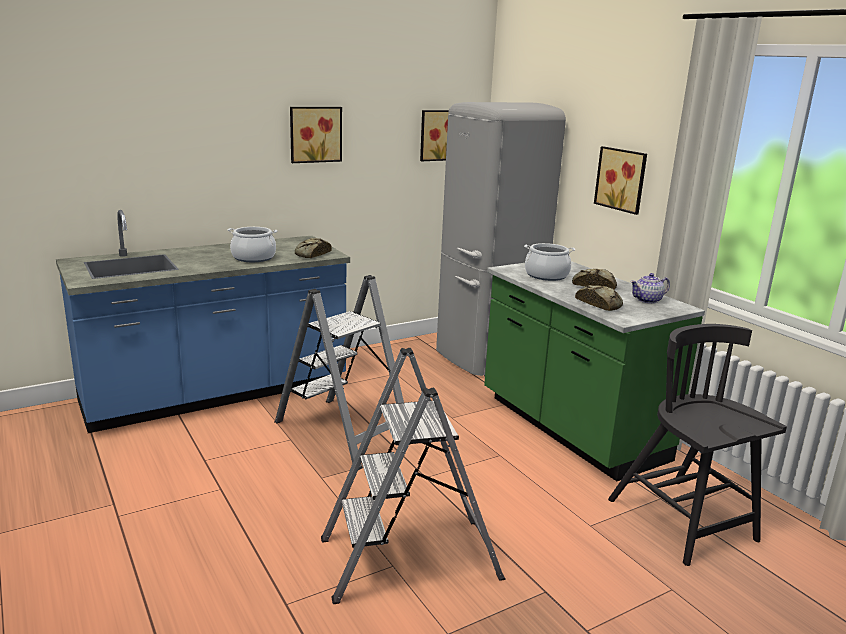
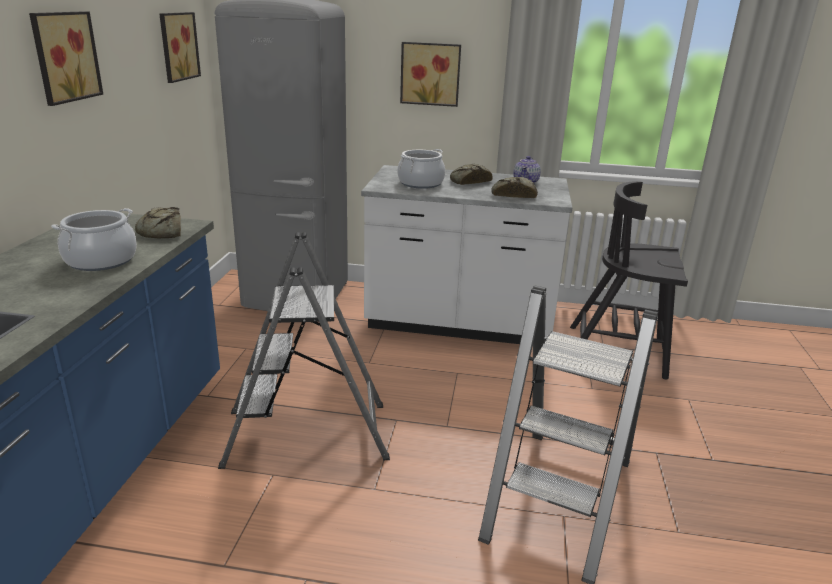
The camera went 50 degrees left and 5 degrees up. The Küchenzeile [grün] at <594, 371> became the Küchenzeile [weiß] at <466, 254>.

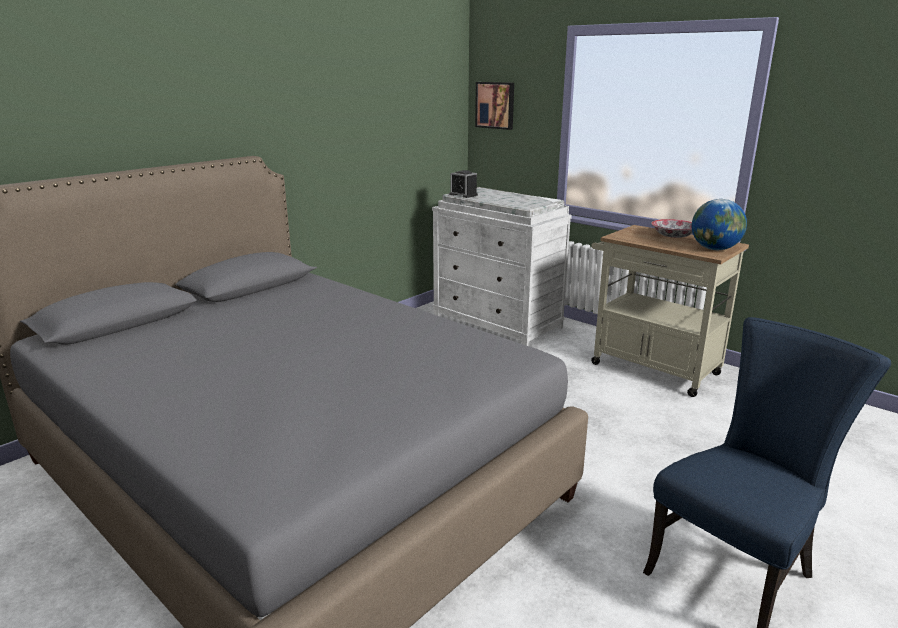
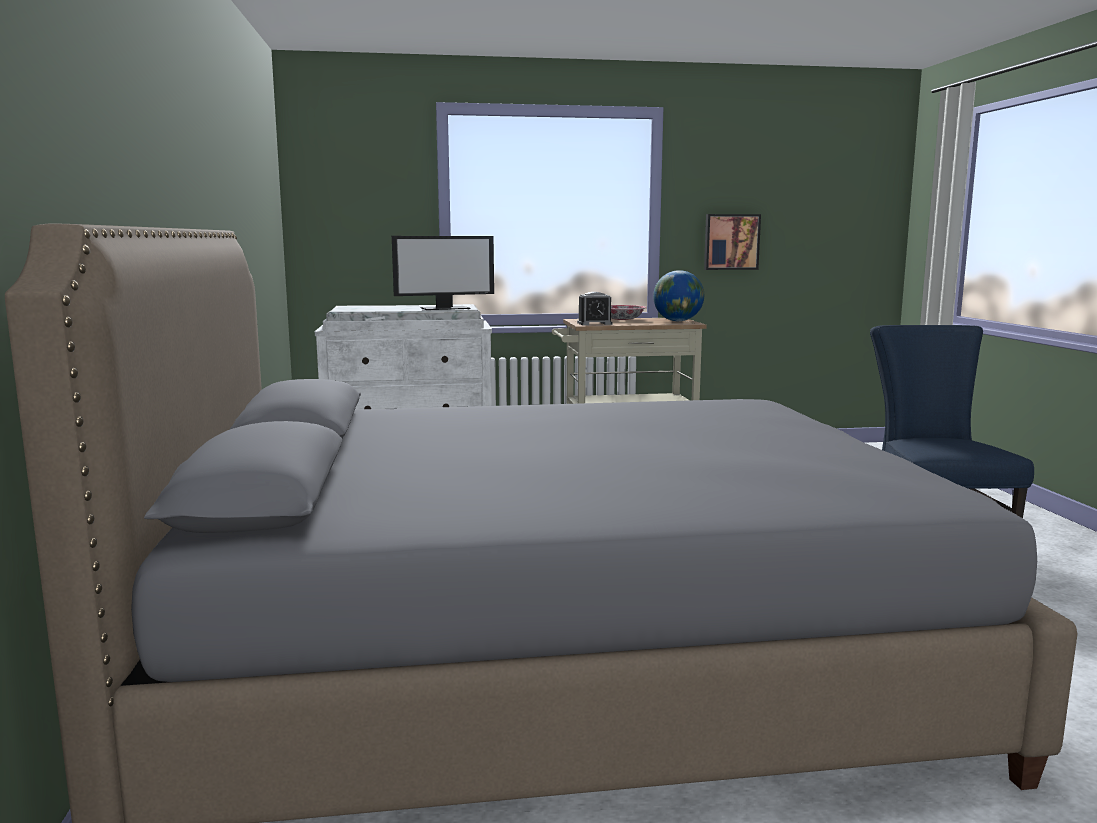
The camera went 50 degrees left and 10 degrees down. The Wecker moved from <463, 184> to <595, 308>. The Bild moved from <494, 106> to <732, 242>. The Monitor at <443, 273> appeared.

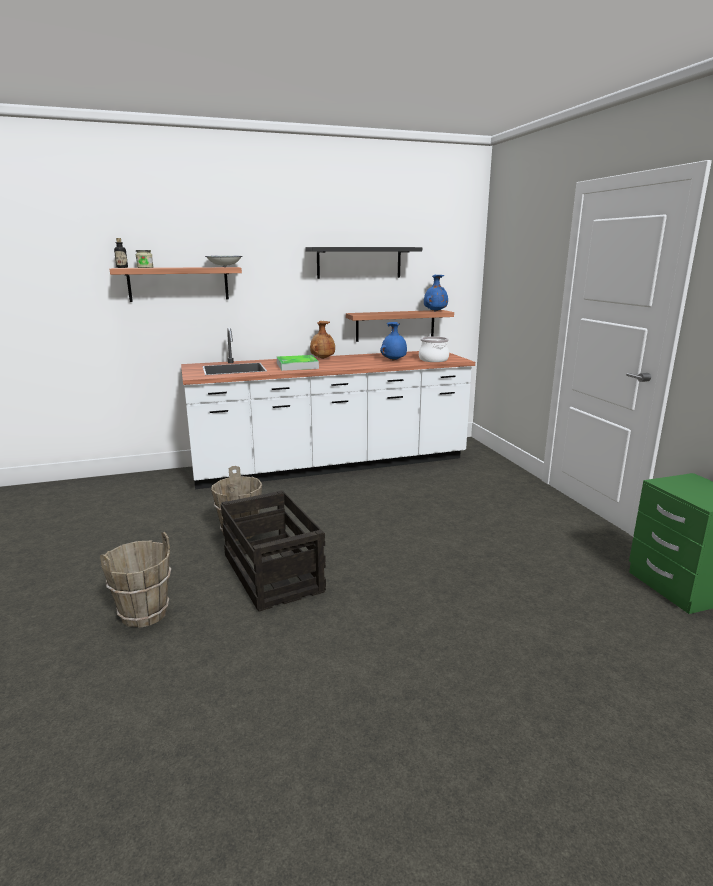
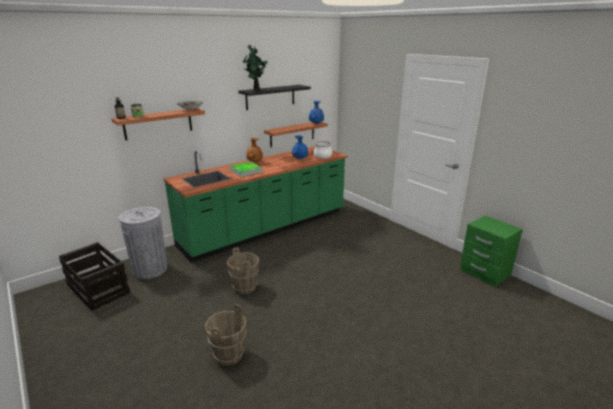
The camera went 20 degrees left and 5 degrees up. The Küchenzeile [weiß] at <328, 408> became the Küchenzeile [grün] at <255, 204>. The Kiste moved from <273, 551> to <94, 276>. The Mülleimer [grau] at <143, 243> appeared. The Topfpflanze at <255, 68> appeared.

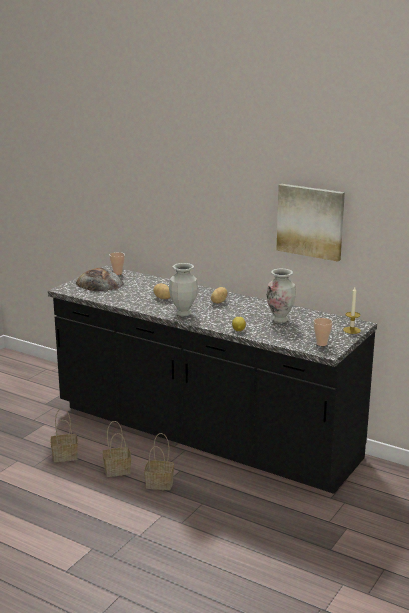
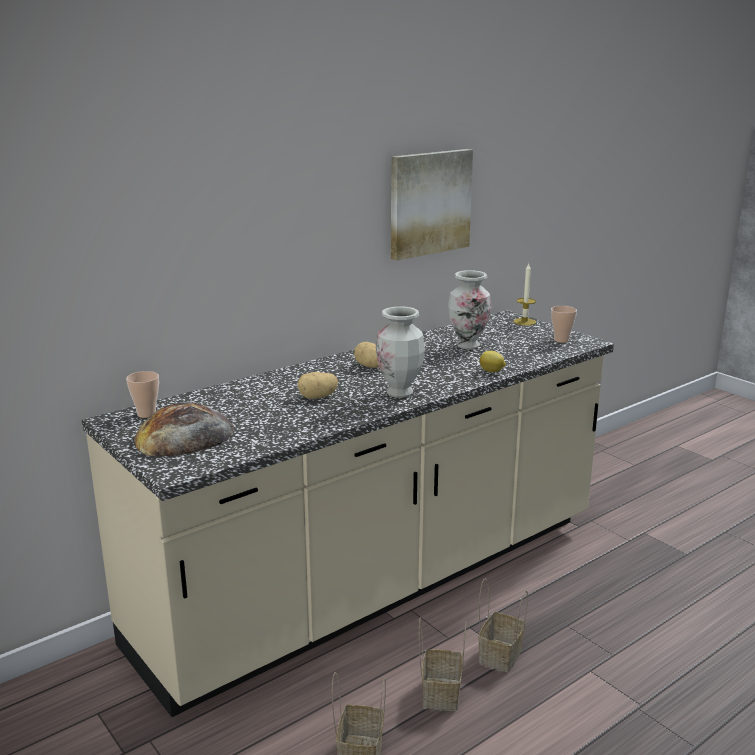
The camera went 70 degrees left and 0 degrees up. The Küchenzeile [schwarz] at <212, 379> became the Küchenzeile [beige] at <348, 513>.

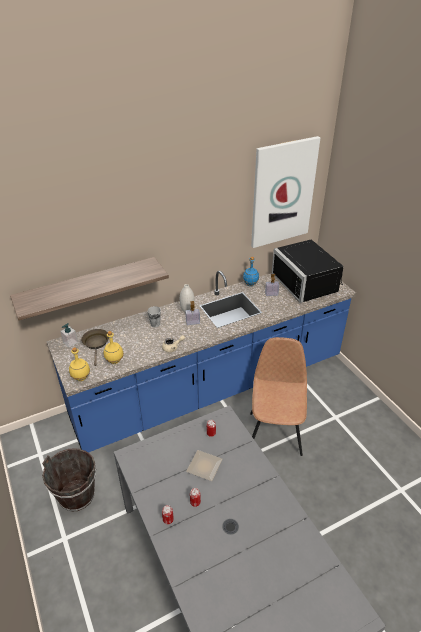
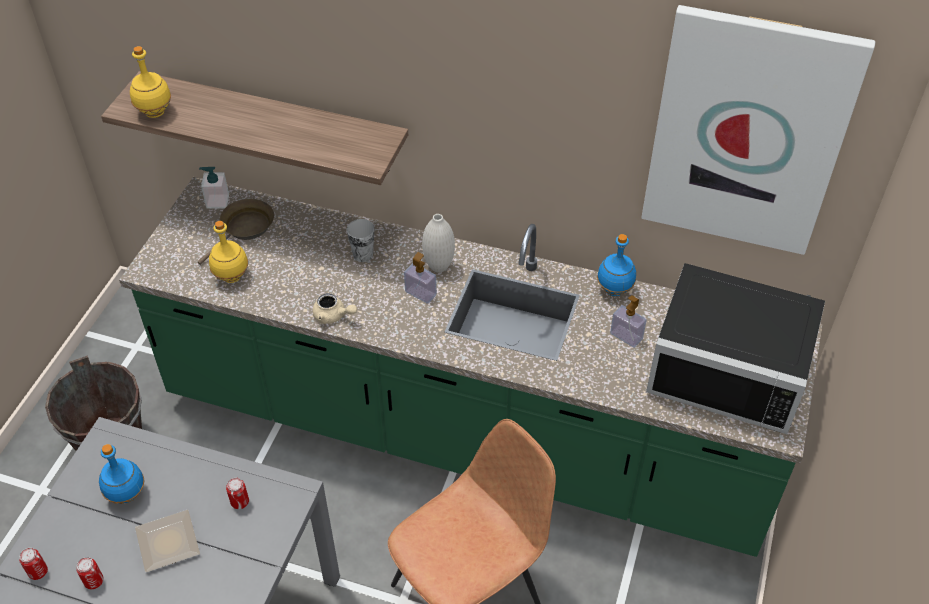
The camera went 45 degrees right and 10 degrees up. The Küchenzeile [blau] at <201, 362> became the Küchenzeile [grün] at <470, 367>. The Flasche [gelb] moved from <79, 364> to <150, 82>. The Mikrowelle [schwarz] at <307, 271> turned 90 degrees counterclockwise. The Flasche [blau] at <122, 474> appeared.

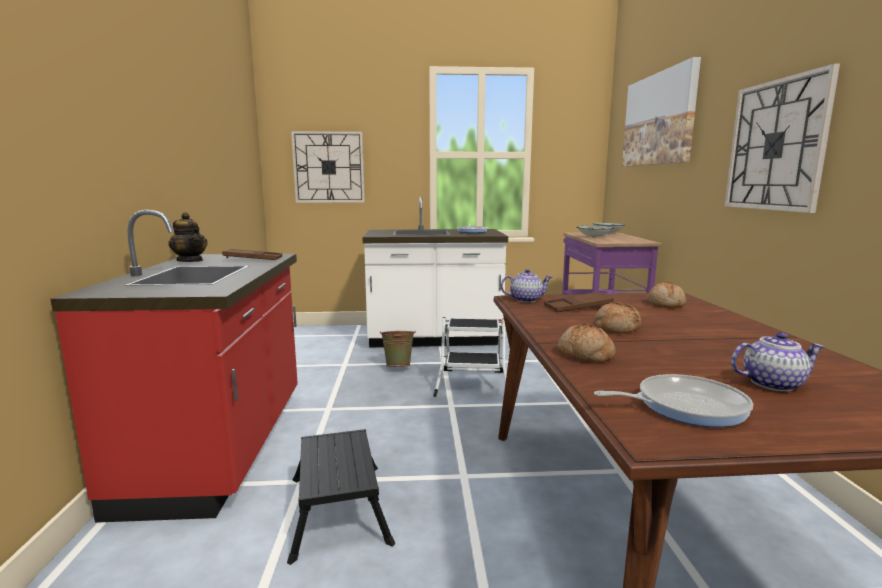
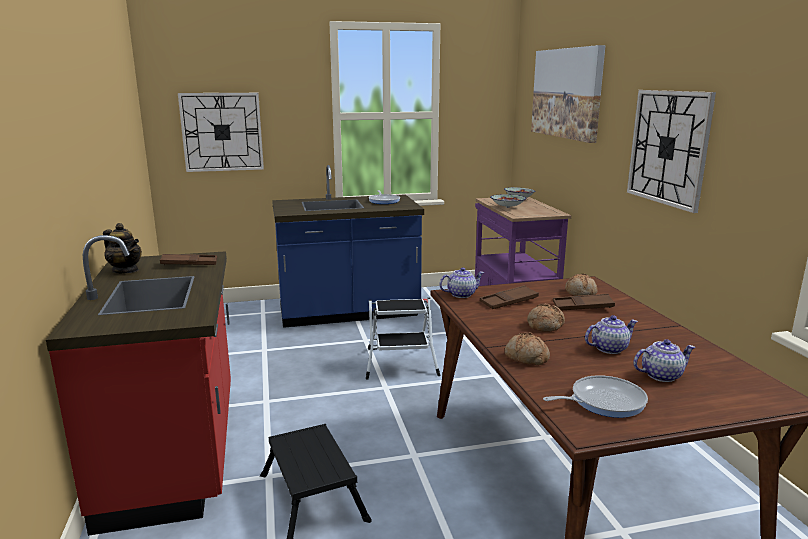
The camera went 10 degrees left and 5 degrees up. The Küchenzeile [weiß] at <435, 272> became the Küchenzeile [blau] at <348, 246>. The Eimer [grün] at <398, 349> disappeared. The Tablett [braun] at <584, 302> appeared. The Teekanne at <611, 334> appeared.

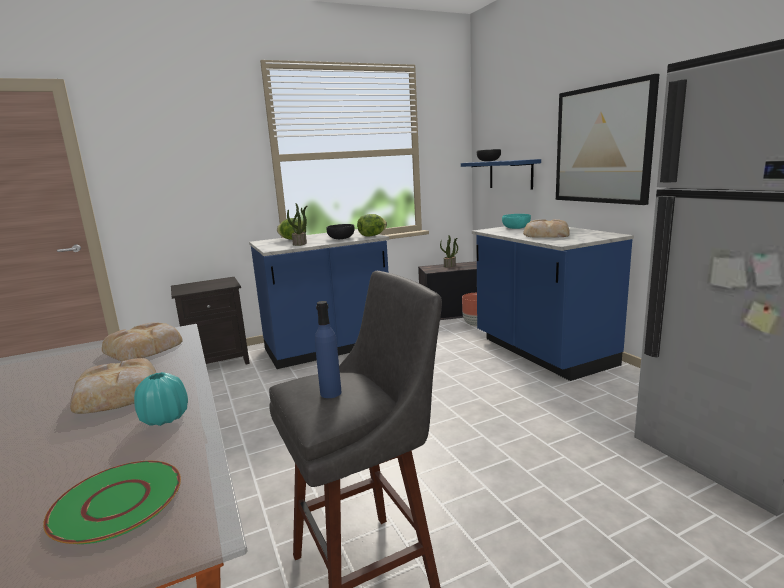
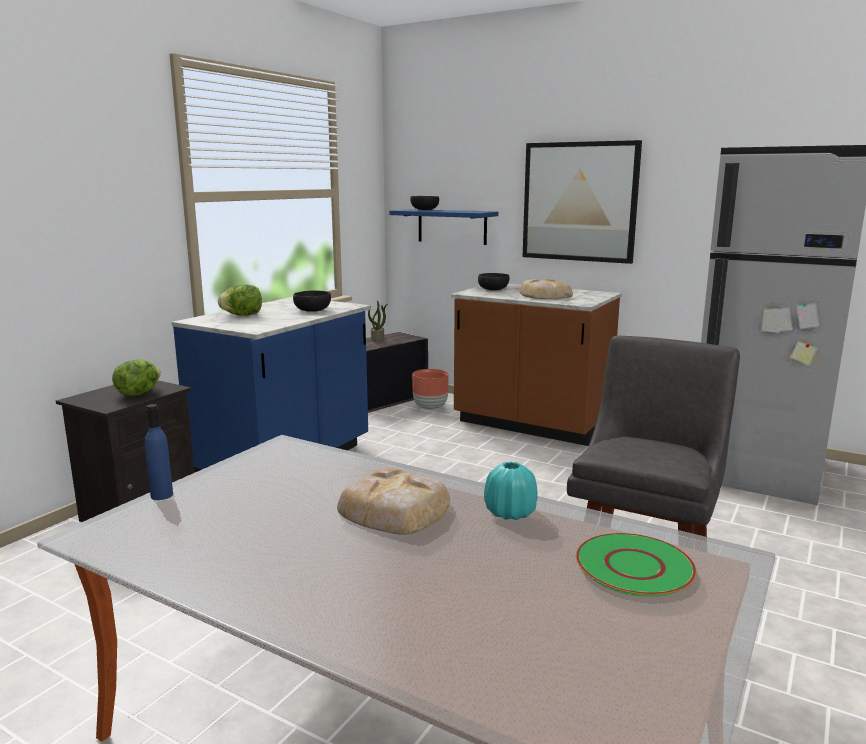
The camera went 35 degrees left and 0 degrees up. The Brot at <142, 341> disappeared. The Topfpflanze at <297, 224> disappeared. The Flasche [blau] moved from <328, 349> to <159, 452>. The Salatkopf moved from <372, 225> to <136, 377>. The Küchenzeile [blau] at <553, 303> became the Küchenzeile [braun] at <536, 365>. The Schüssel [türkis] at <516, 221> became the Schüssel [schwarz] at <493, 281>.

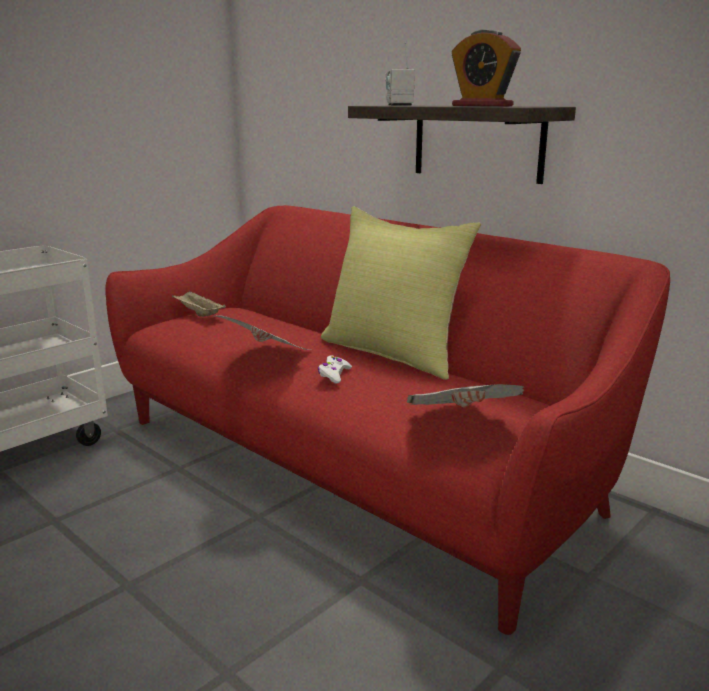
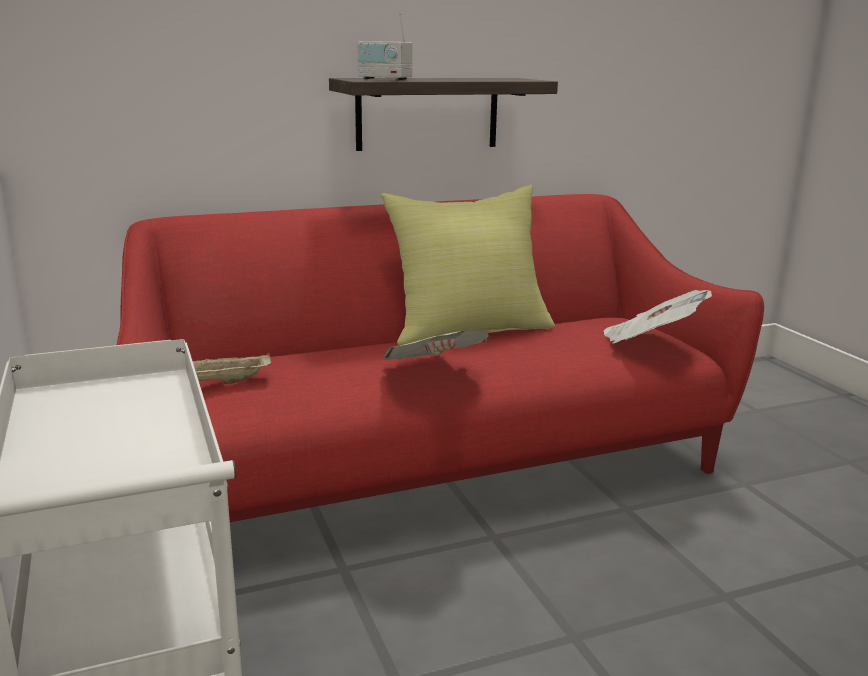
The camera went 65 degrees left and 0 degrees up. The Gamepad [weiß] at <335, 369> disappeared. The Wecker at <486, 67> disappeared.

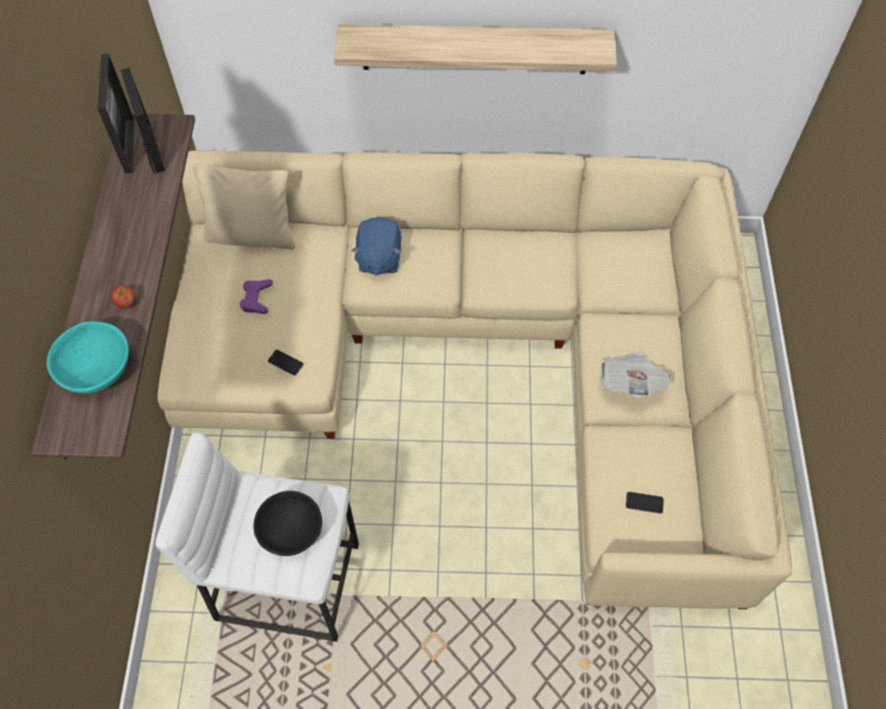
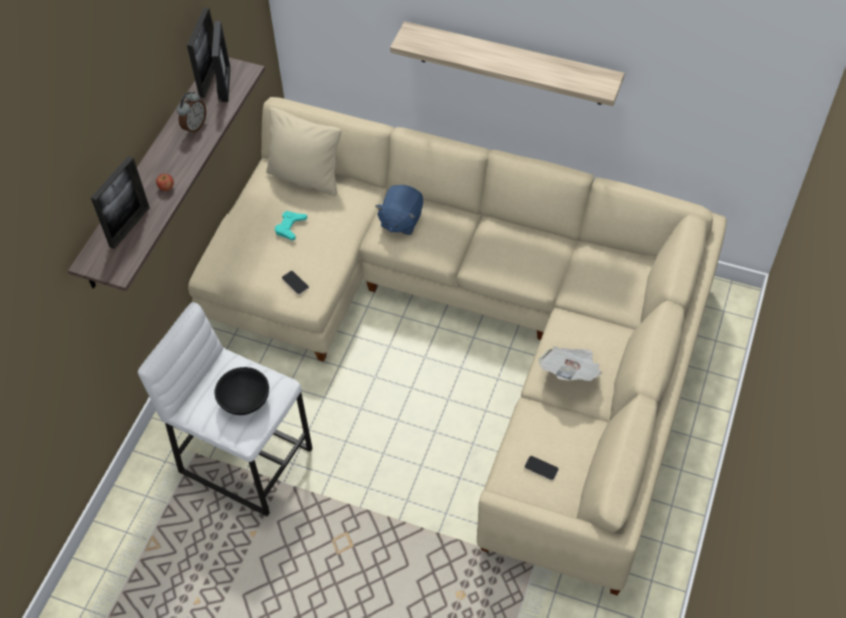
The camera went 20 degrees right and 5 degrees down. The Schüssel [türkis] at <88, 357> was replaced by the Bilderrahmen at <120, 202>. The Gamepad [lila] at <256, 296> became the Gamepad [türkis] at <291, 225>. The Wecker at <191, 112> appeared.

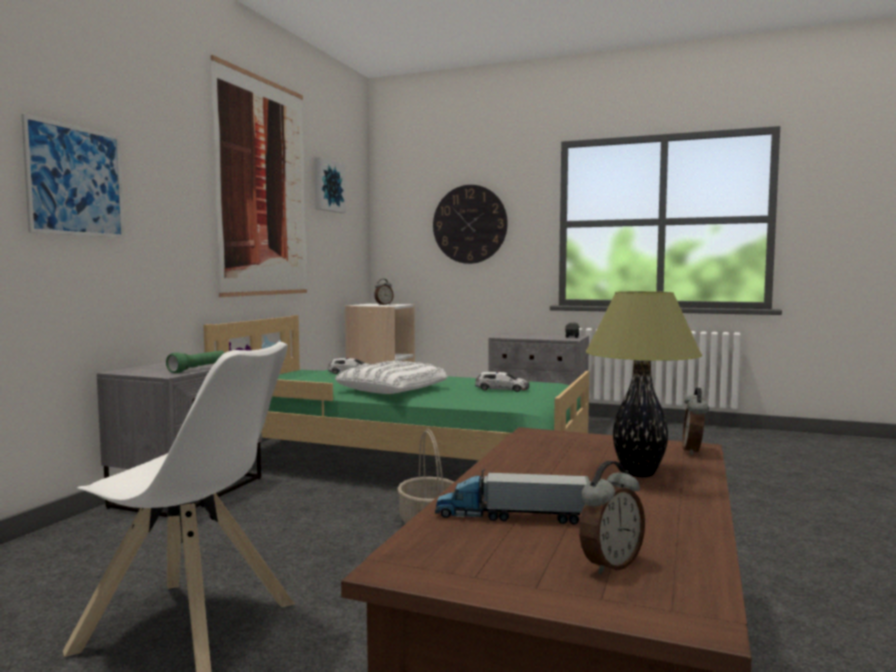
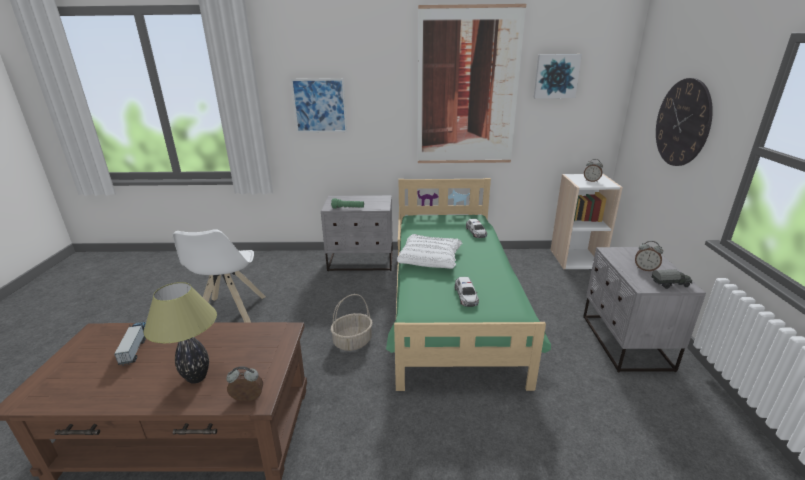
The camera went 70 degrees right and 20 degrees up. The Wecker moved from <612, 517> to <649, 256>.

